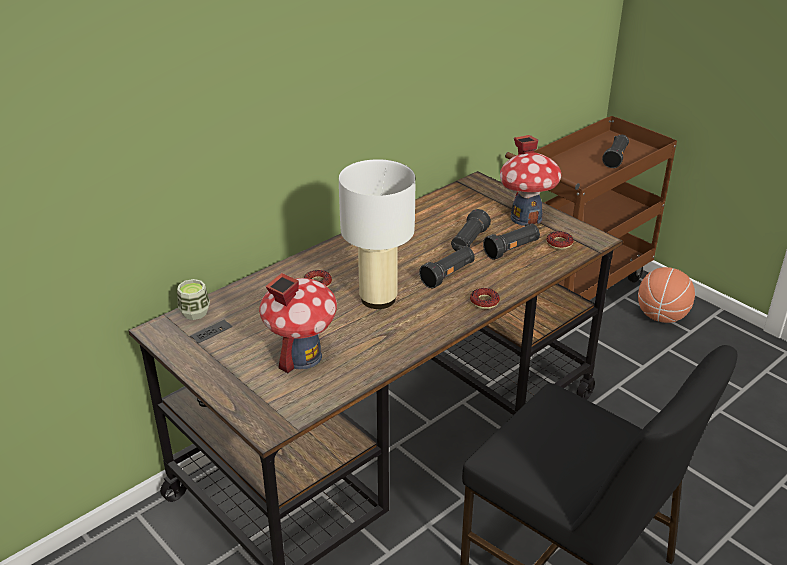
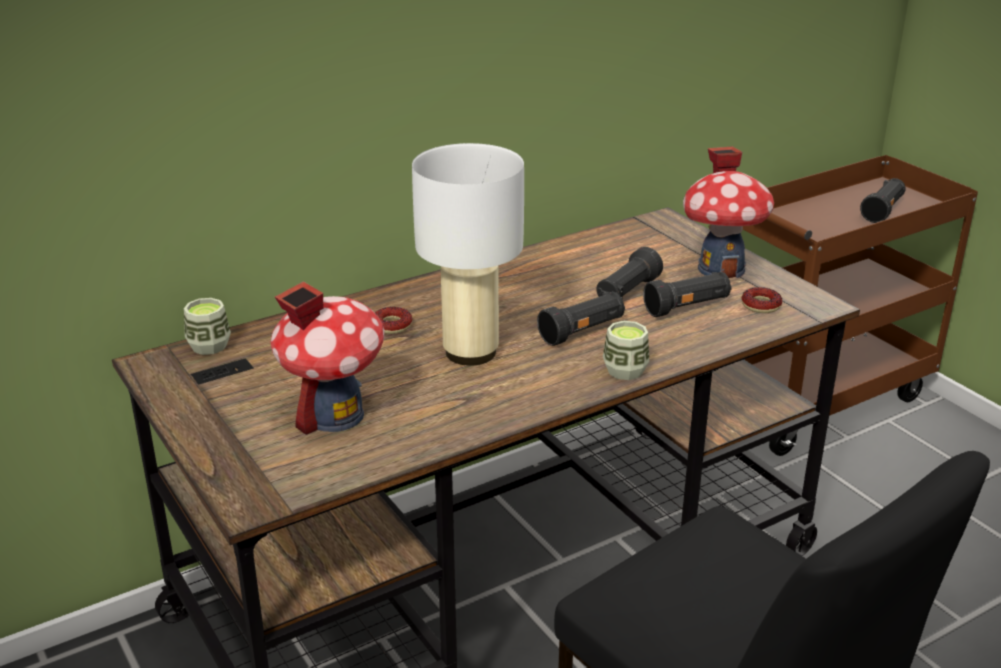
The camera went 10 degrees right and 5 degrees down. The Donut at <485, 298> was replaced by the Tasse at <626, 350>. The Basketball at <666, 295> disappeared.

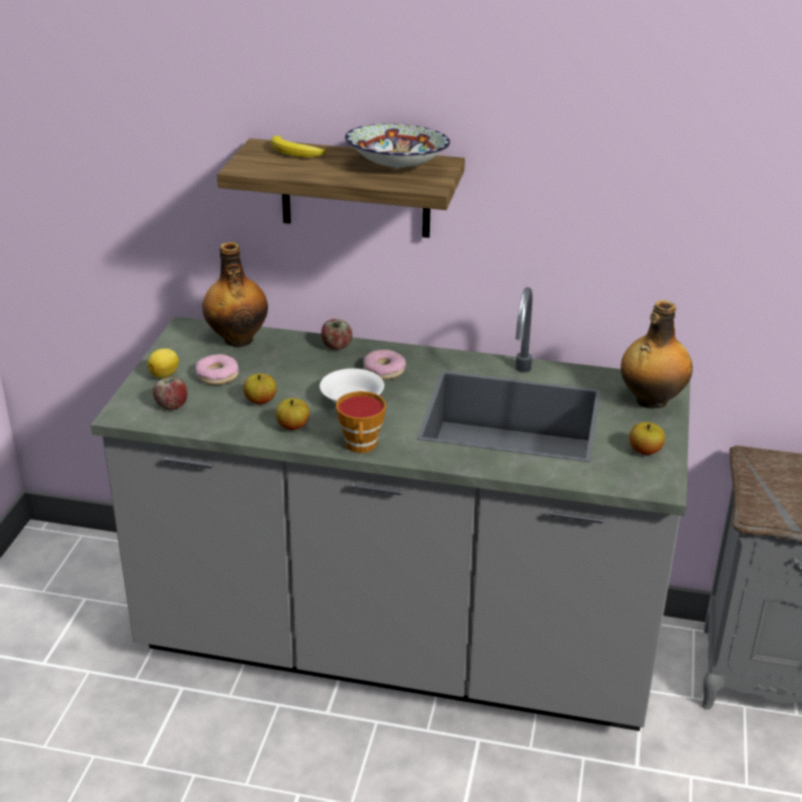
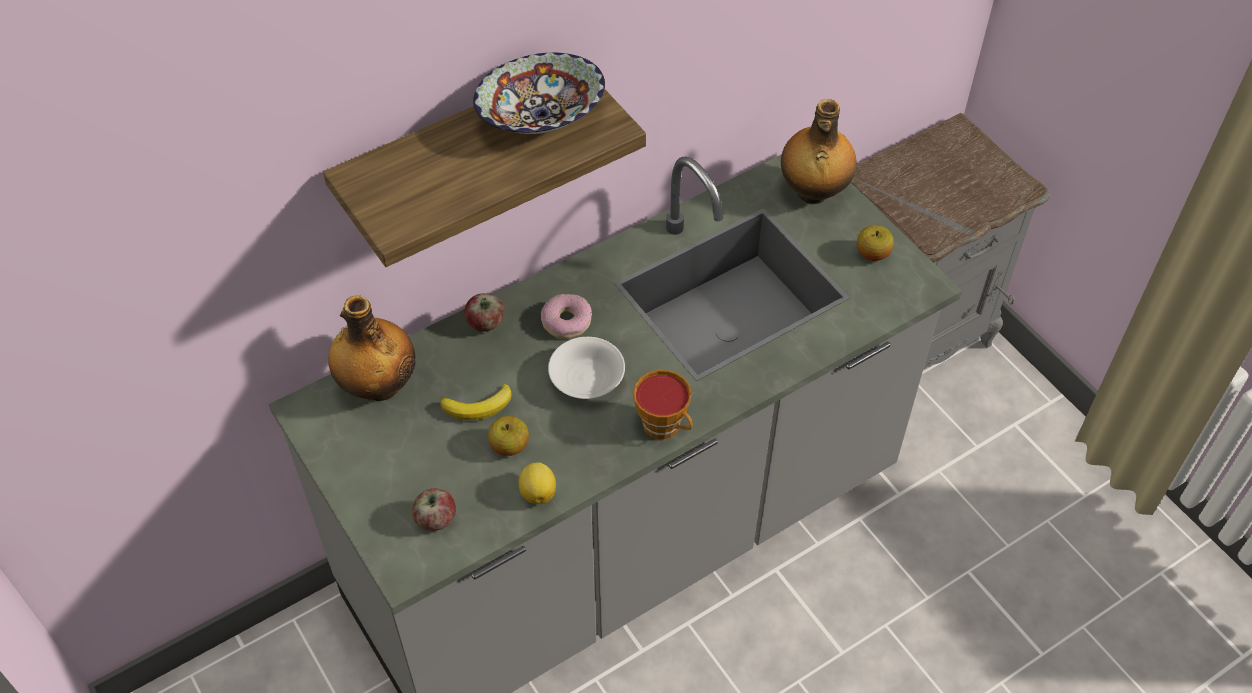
The camera went 45 degrees left and 20 degrees up. The Zitrone moved from <163, 363> to <537, 483>. The Donut at <217, 369> disappeared. The Banane moved from <298, 146> to <476, 401>. The Apfel at <292, 414> disappeared.

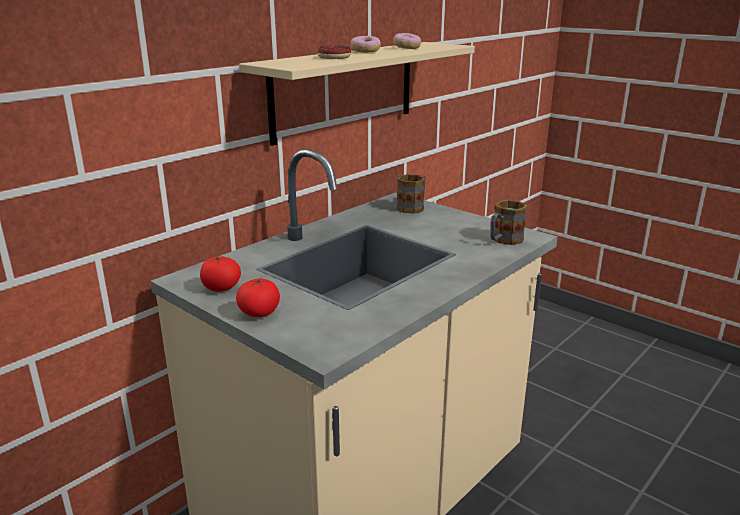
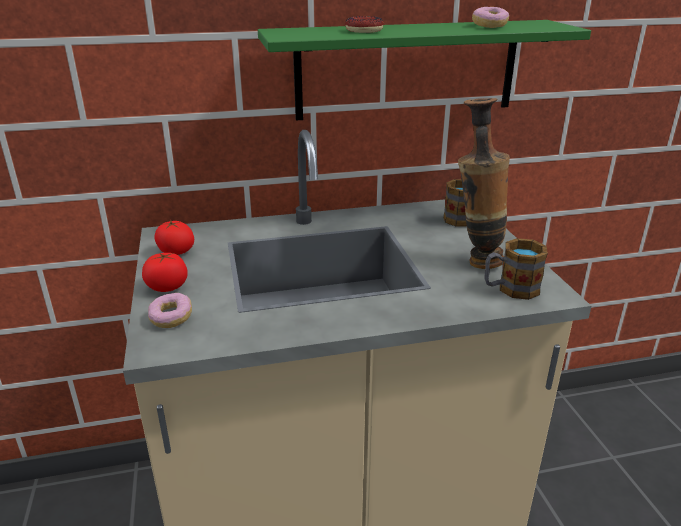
The camera went 35 degrees right and 5 degrees up. The Wandregal [beige] at <357, 94> became the Wandregal [grün] at <424, 70>. The Donut moved from <365, 44> to <170, 310>. The Vase at <484, 183> appeared.

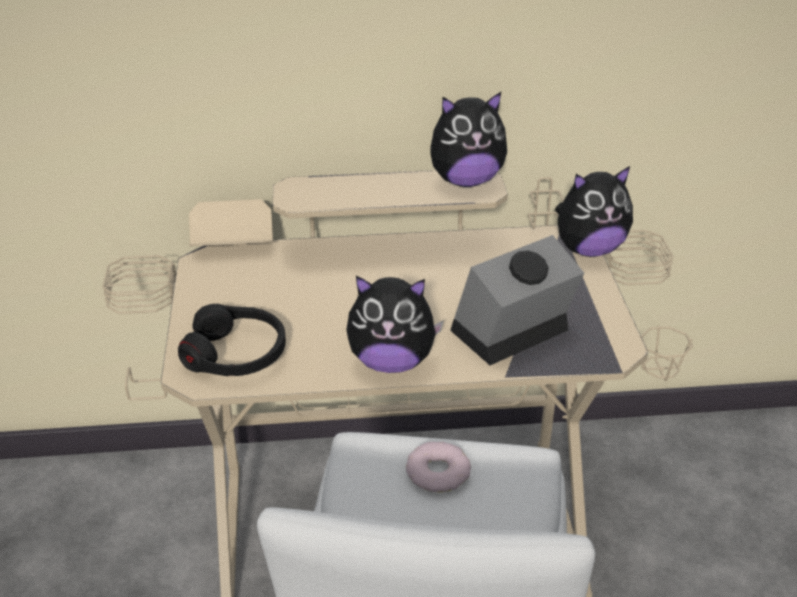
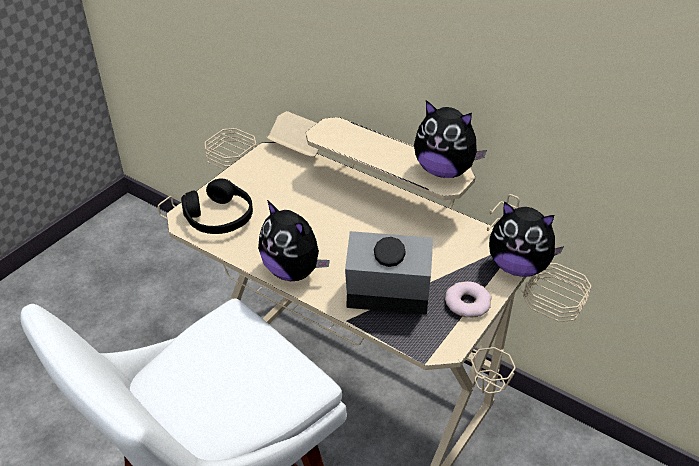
The camera went 40 degrees right and 5 degrees up. The Donut moved from <438, 467> to <468, 299>.

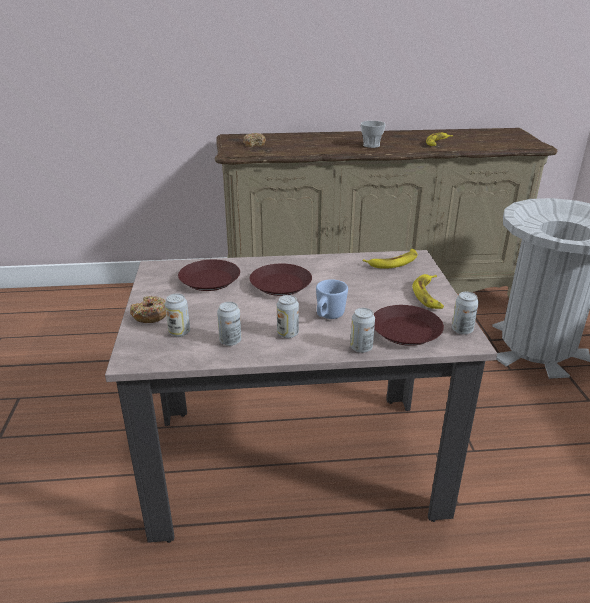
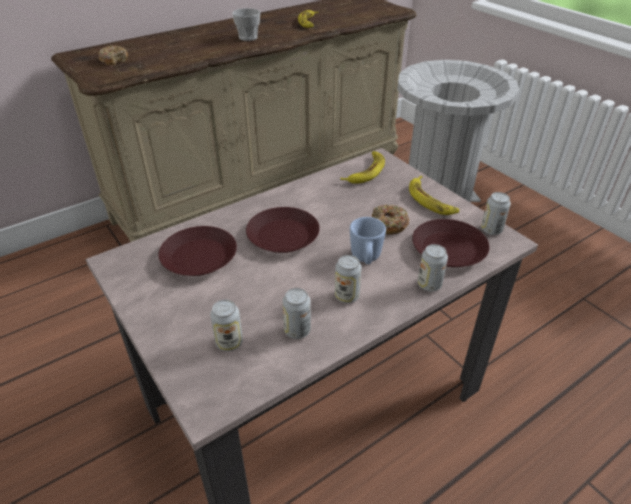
The camera went 30 degrees left and 10 degrees up. The Donut moved from <148, 309> to <390, 219>.

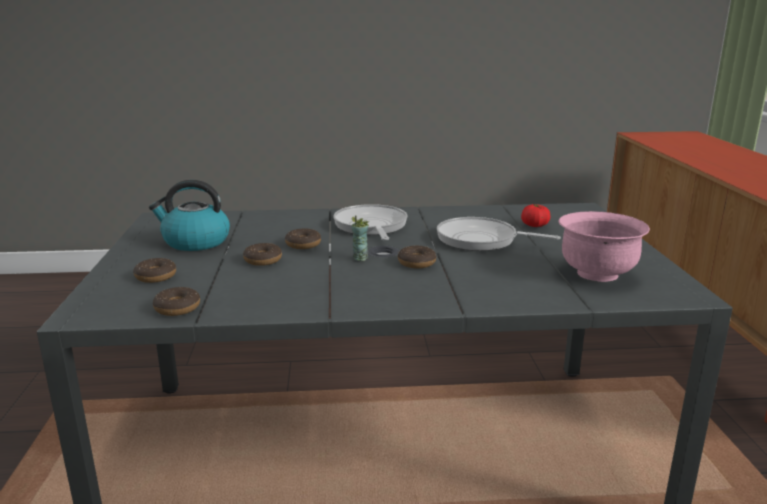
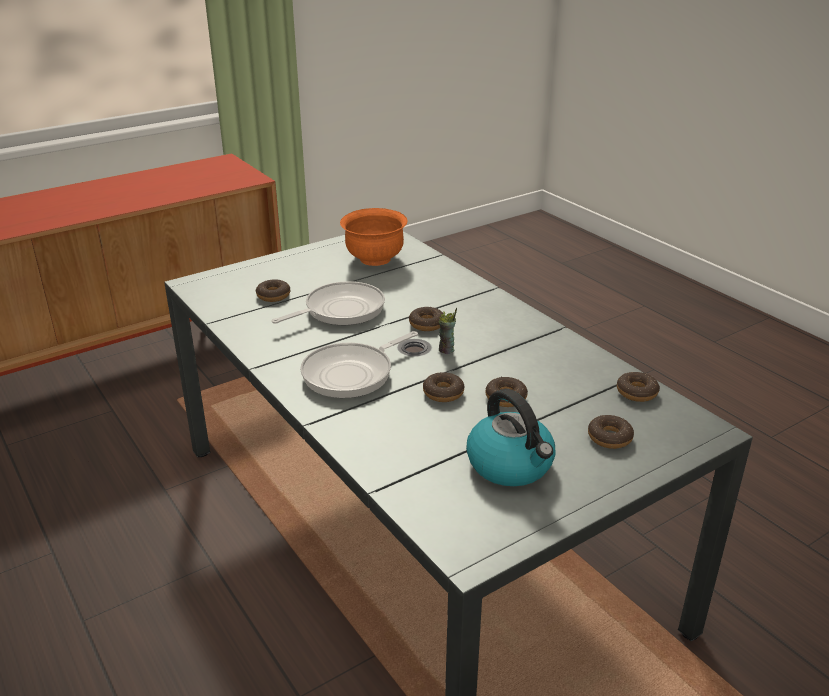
The camera went 120 degrees left and 10 degrees up. The Pfanne at <499, 234> turned 120 degrees counterclockwise. The Tomate at <536, 215> was replaced by the Donut at <273, 290>. The Schüssel [rosa] at <604, 246> became the Schüssel [orange] at <373, 237>.

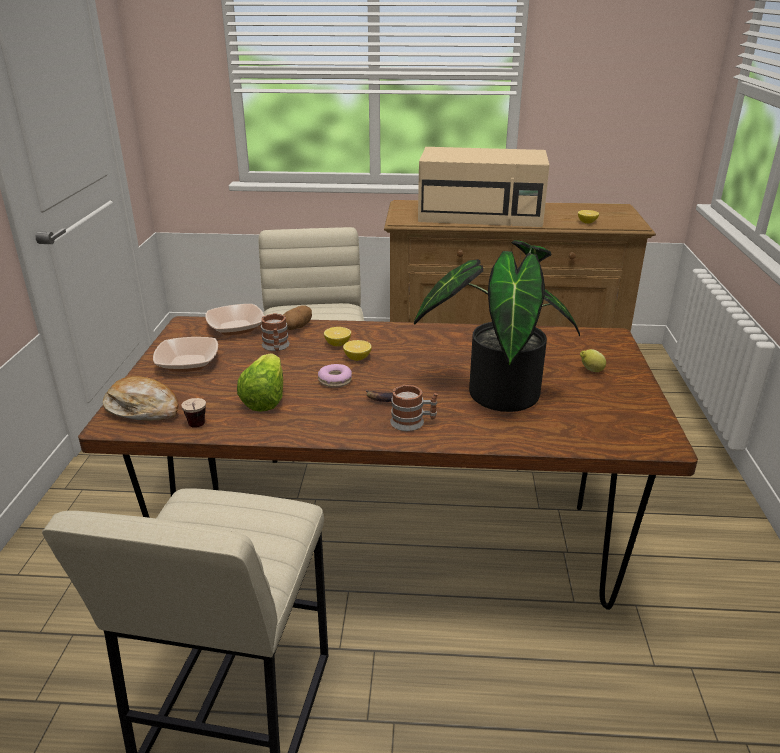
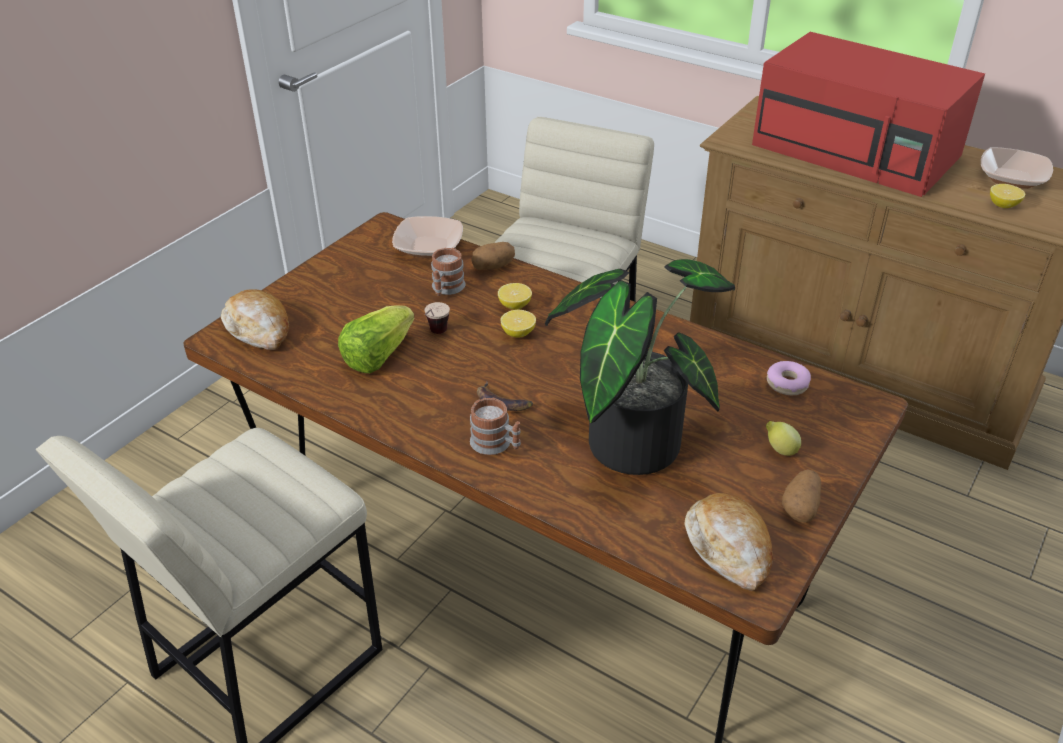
The camera went 30 degrees right and 10 degrees up. The Schüssel moved from <185, 354> to <1017, 168>. The Tasse moved from <193, 413> to <437, 318>. The Donut moved from <335, 376> to <789, 378>. The Mikrowelle [beige] at <483, 187> became the Mikrowelle [rot] at <868, 114>. The Brot at <728, 542> appeared. The Kartoffel at <801, 496> appeared.

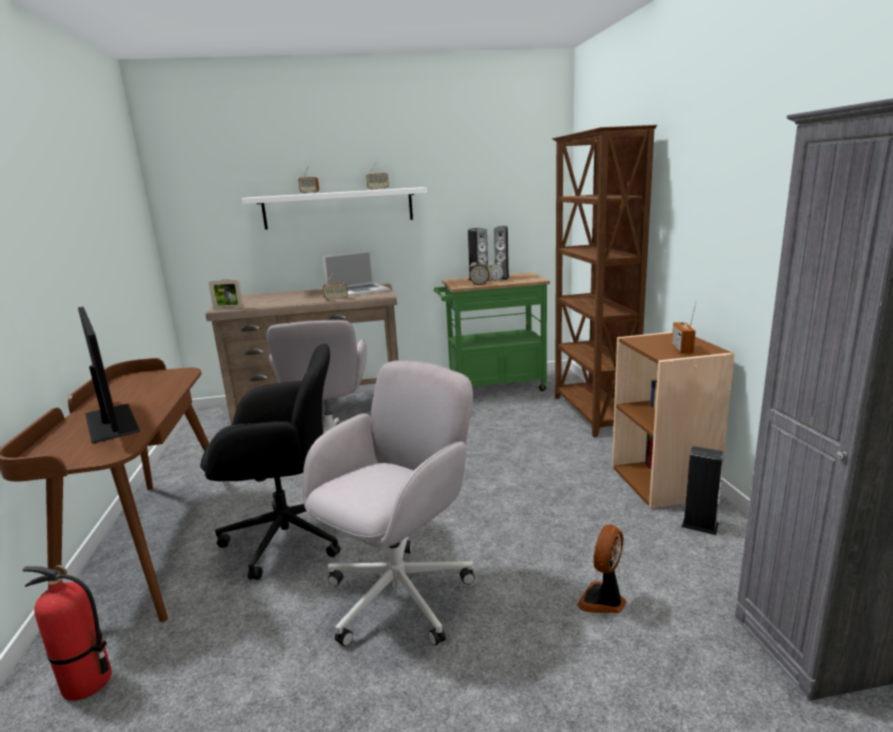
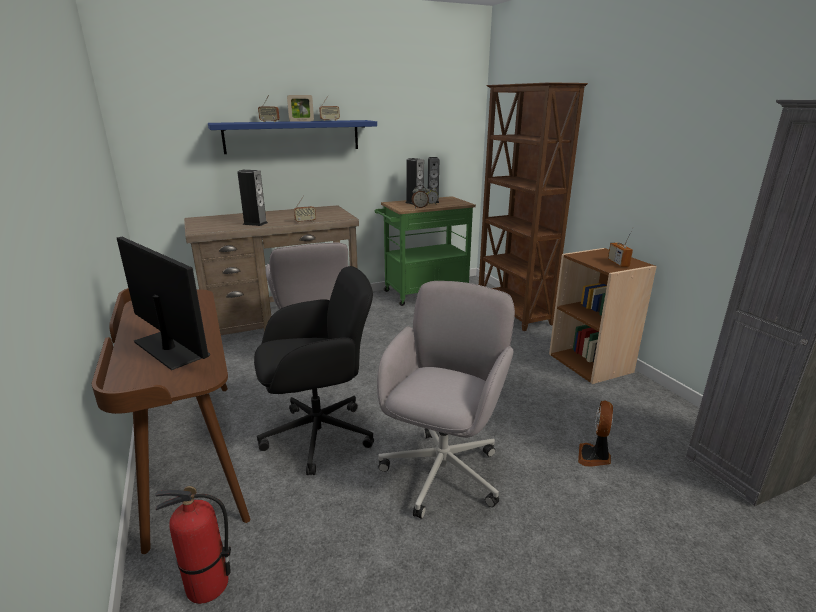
The camera went 15 degrees left and 5 degrees up. The Bilderrahmen moved from <226, 294> to <300, 108>. The Wandregal [weiß] at <334, 208> became the Wandregal [blau] at <292, 137>. The Laptop at <356, 273> disappeared. The Lautsprecher moved from <702, 490> to <252, 198>.

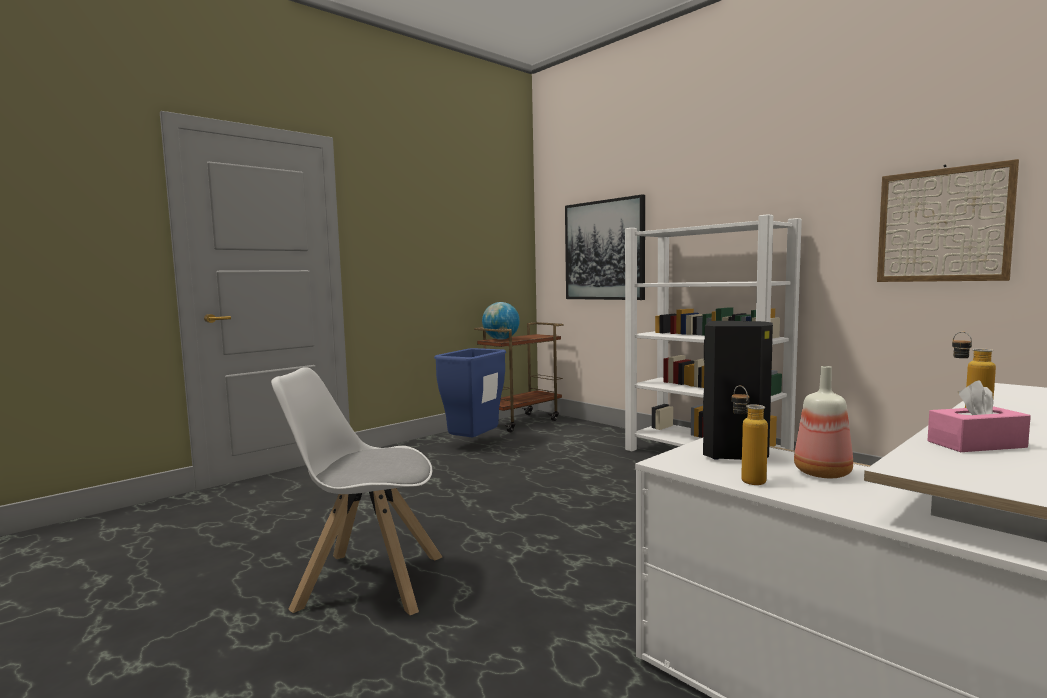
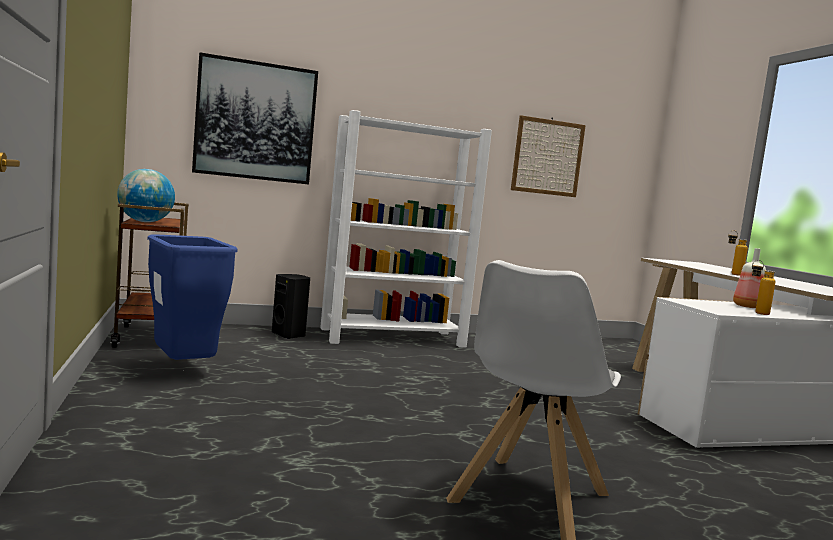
The camera went 65 degrees left and 0 degrees up. The Lautsprecher [schwarz] moved from <738, 390> to <291, 306>. The Taschentuchbox [rosa] at <979, 416> disappeared.

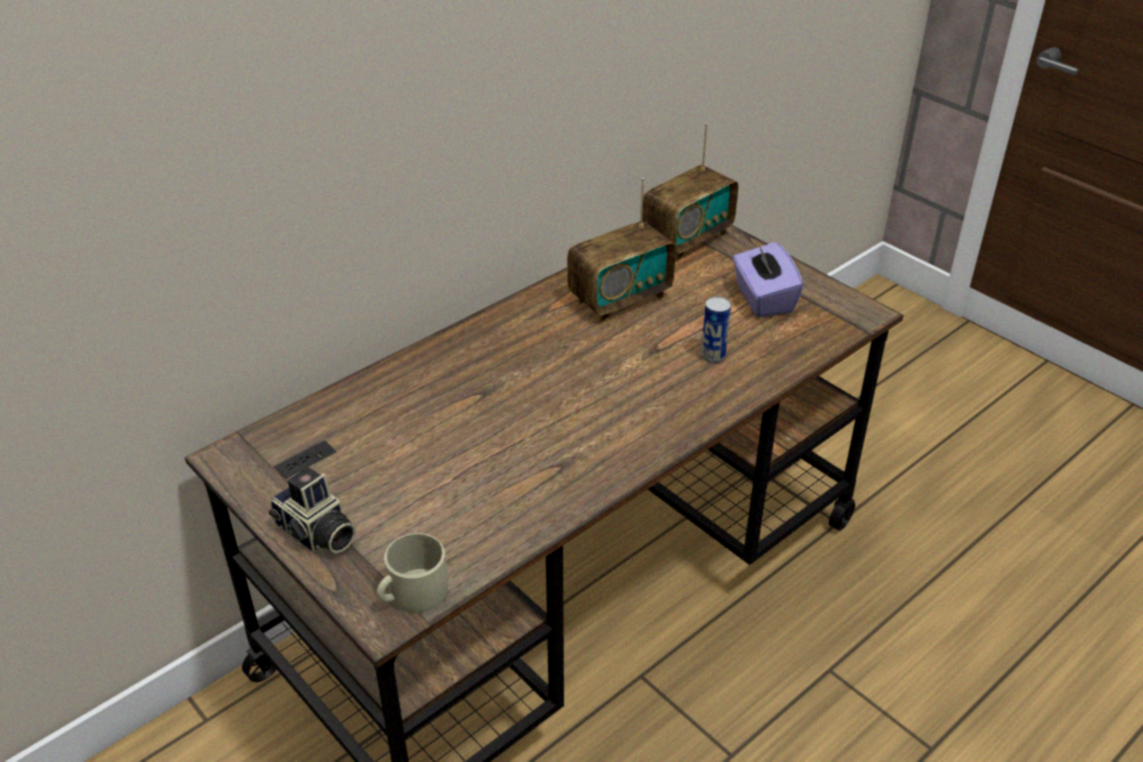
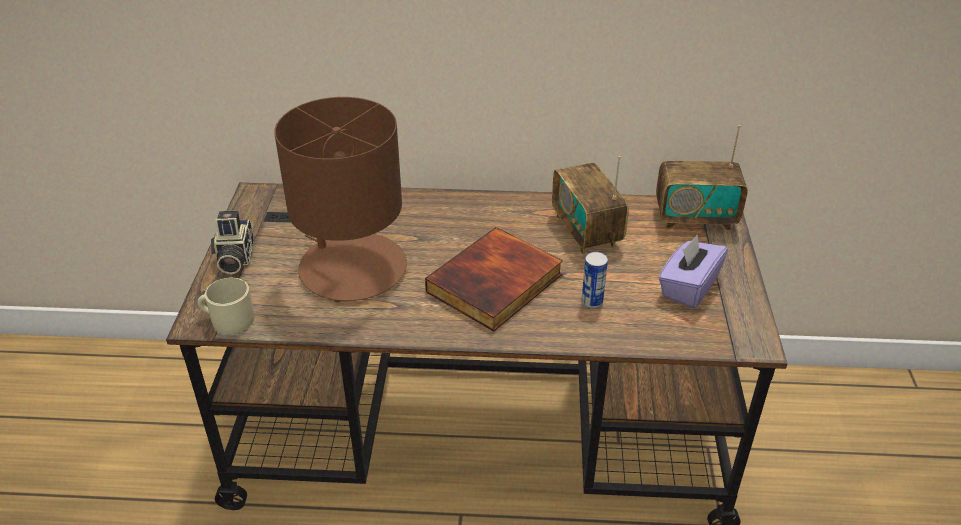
The camera went 45 degrees right and 0 degrees up. The Radio at <621, 250> turned 60 degrees clockwise. The Tischlampe [braun] at <340, 200> appeared. The Buch at <494, 279> appeared.

